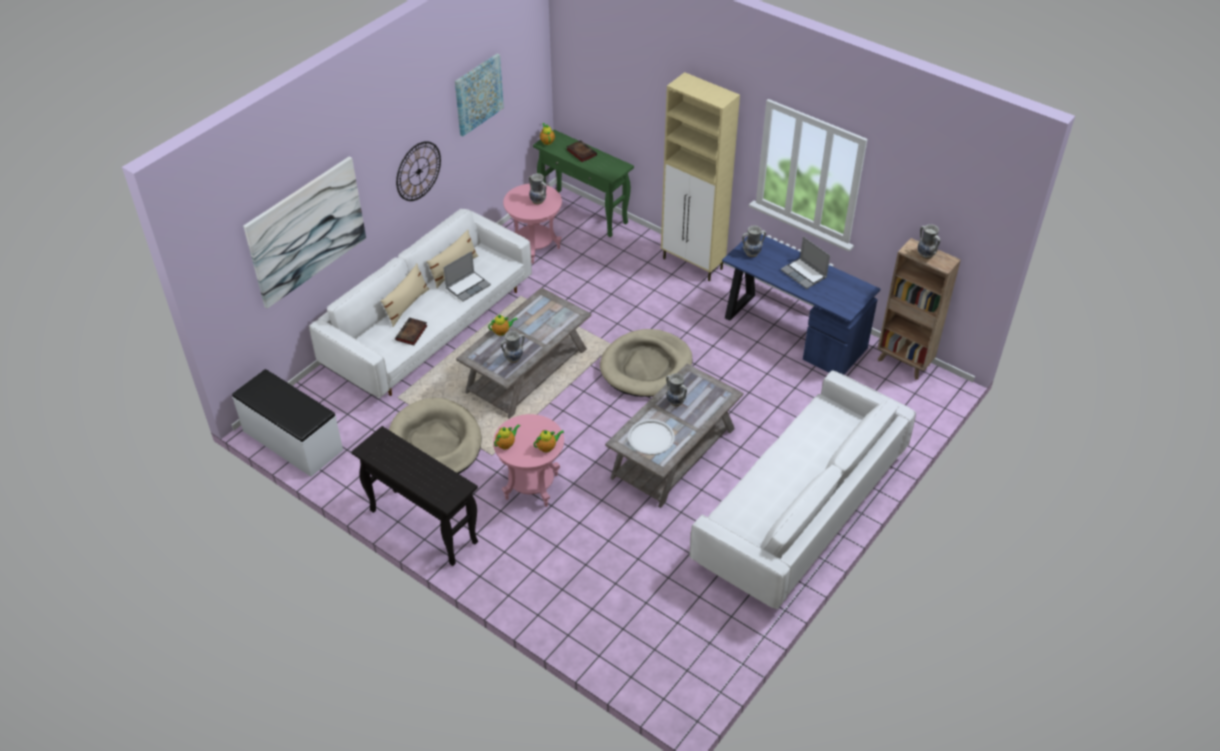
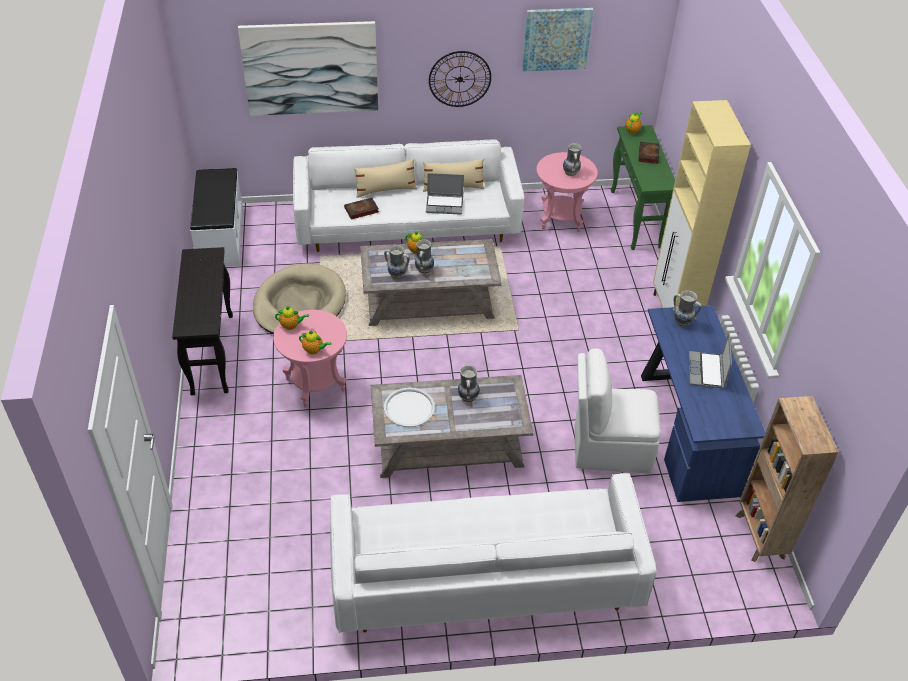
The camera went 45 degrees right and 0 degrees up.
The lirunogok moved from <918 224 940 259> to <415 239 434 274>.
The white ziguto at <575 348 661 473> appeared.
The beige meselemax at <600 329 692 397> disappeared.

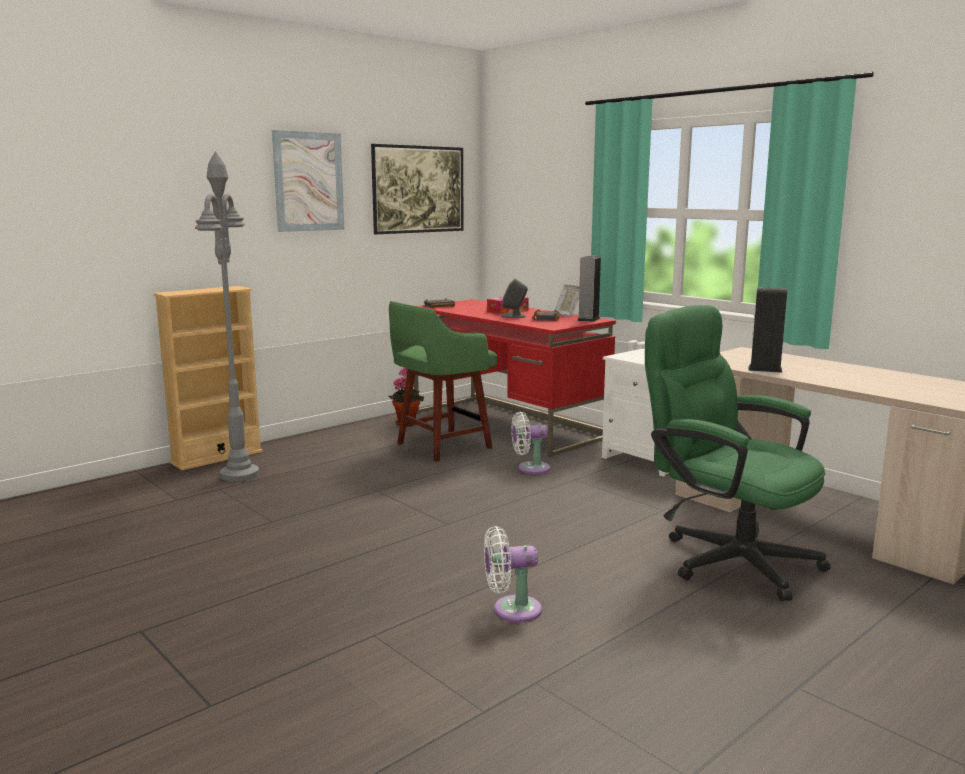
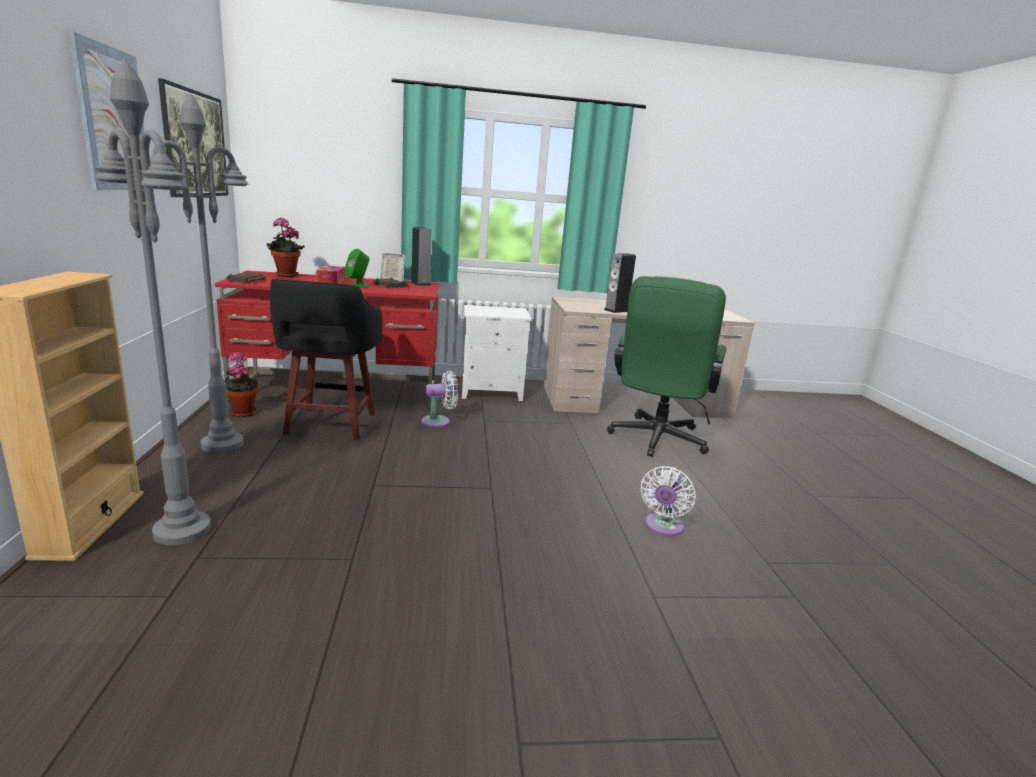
The camera went 55 degrees left and 5 degrees up.
The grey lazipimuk at <150 93 248 453> appeared.
The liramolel at <267 217 305 277> appeared.
The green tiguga at <389 301 497 462> became the black tiguga at <270 279 383 440>.
The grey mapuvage at <501 279 528 318> became the green mapuvage at <344 249 370 288>.
The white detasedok at <511 412 550 474> turned 135 degrees counterclockwise.
The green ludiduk at <645 305 831 601> turned 60 degrees counterclockwise.

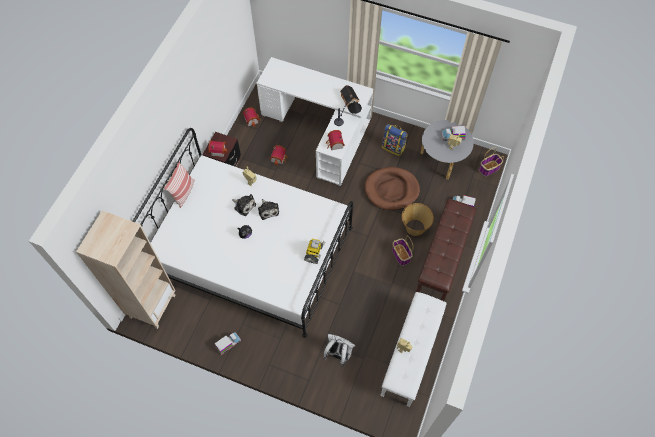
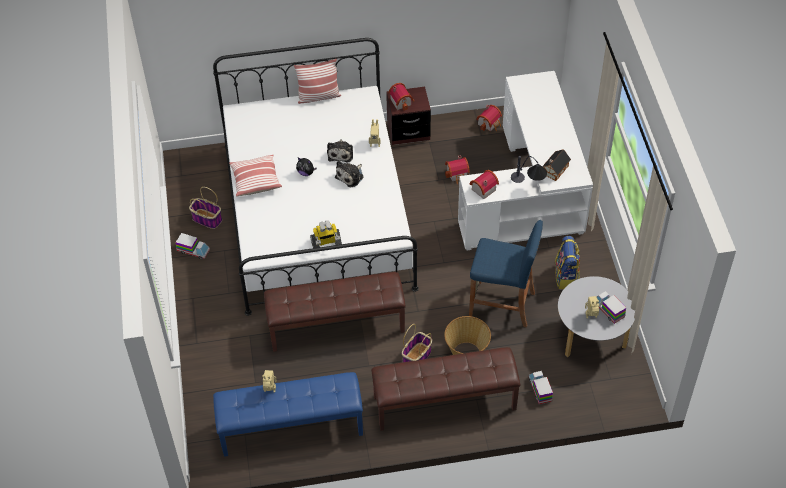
The camera went 60 degrees right and 10 degrees down.
The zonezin moved from <479 147 504 176> to <189 187 222 229>.
The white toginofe at <380 292 447 407> became the blue toginofe at <213 372 363 457>.
The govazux at <229 154 282 196> appeared.
The brown toginofe at <264 272 406 352> appeared.
The brown meselemax at <365 167 420 210> was replaced by the blue tiguga at <469 220 543 327>.
The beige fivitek at <76 210 176 329> disappeared.
The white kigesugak at <323 334 355 367> disappeared.

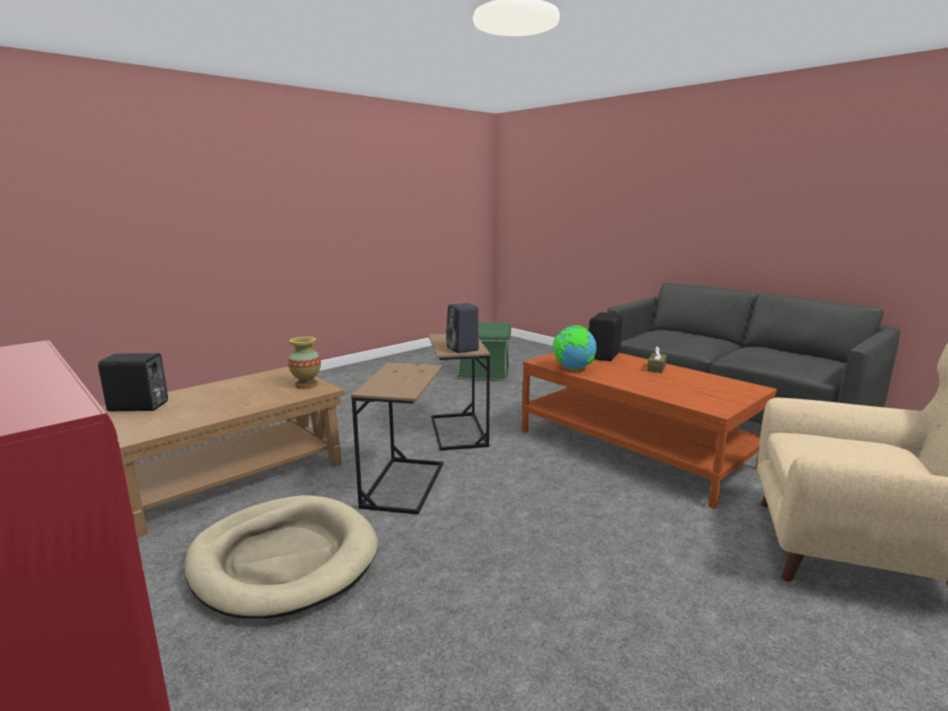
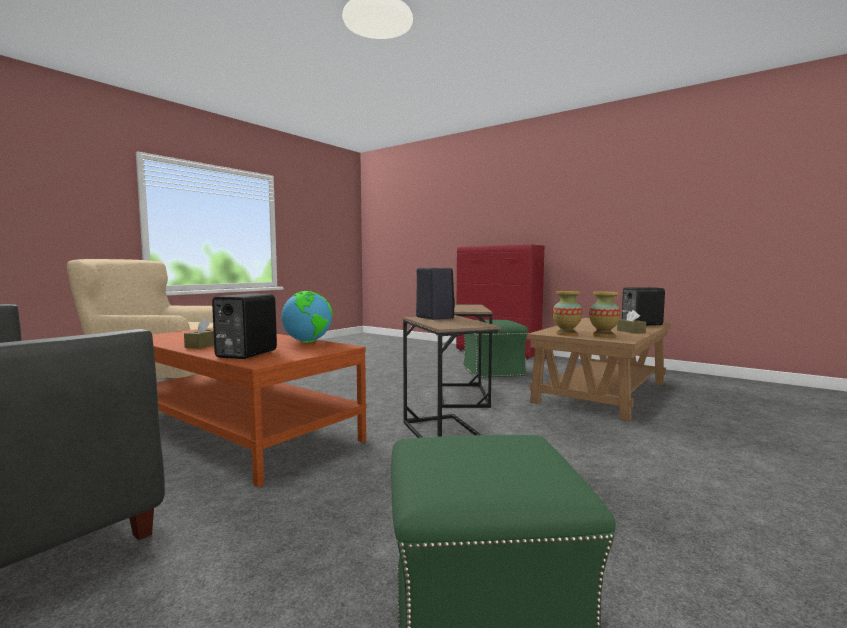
The camera went 170 degrees right and 10 degrees down.
The beige meselemax at <185 495 378 619> was replaced by the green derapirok at <463 320 529 378>.
The lirunogok at <589 292 620 337> appeared.
The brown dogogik at <617 310 646 334> appeared.

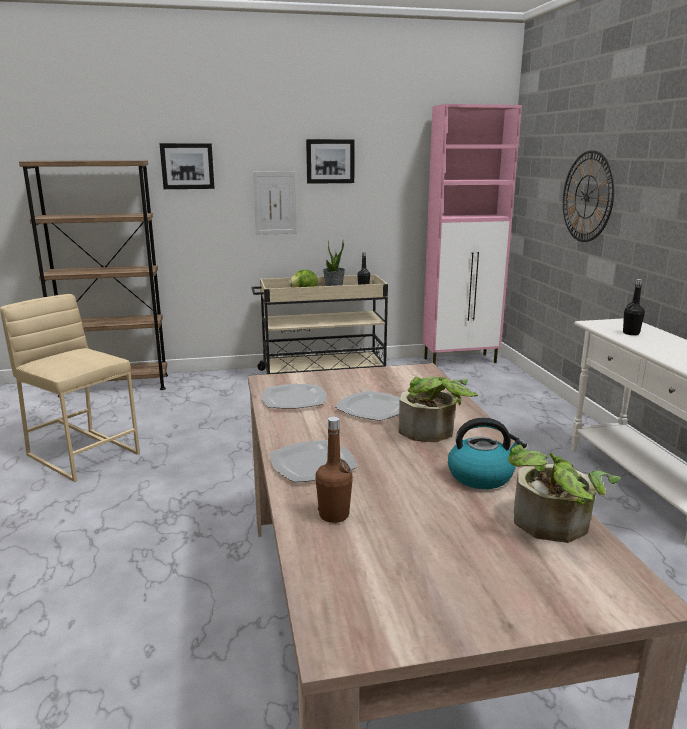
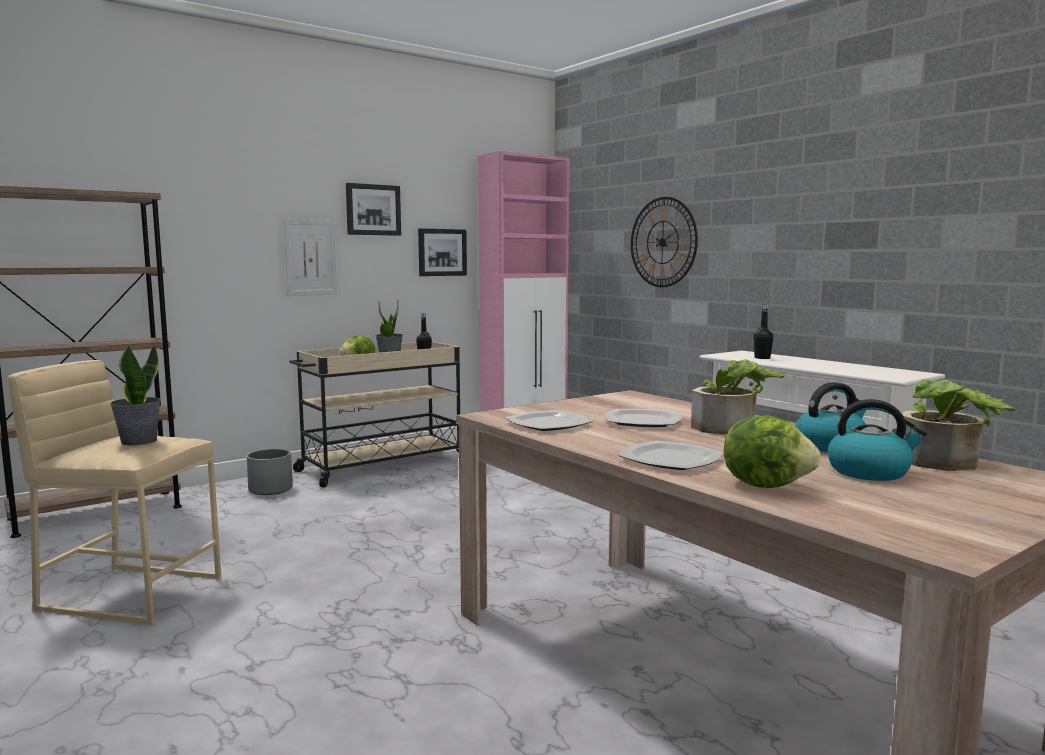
The camera went 25 degrees left and 10 degrees down.
The liramolel at <110 344 161 445> appeared.
The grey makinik at <247 449 293 495> appeared.
The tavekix moved from <160 143 215 189> to <418 228 467 276>.
The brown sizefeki at <315 417 353 523> was replaced by the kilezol at <724 415 821 488>.
The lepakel at <828 399 927 481> appeared.

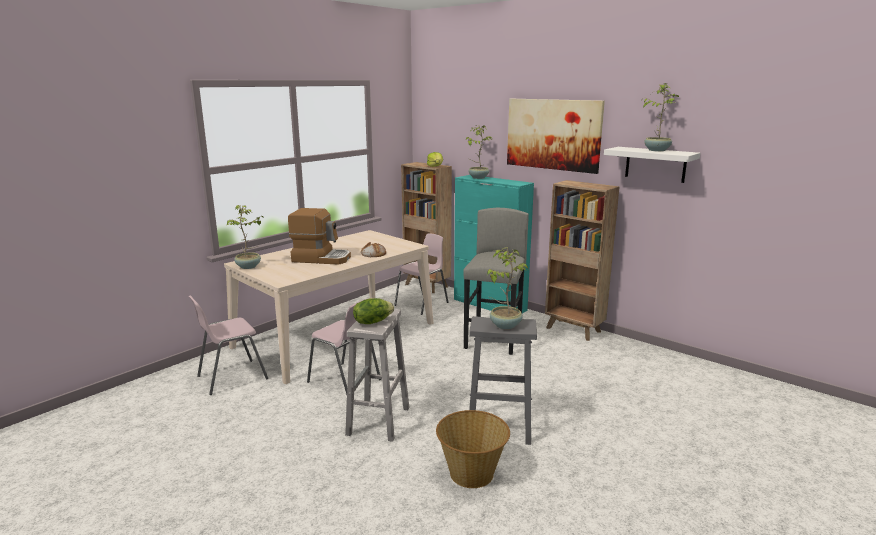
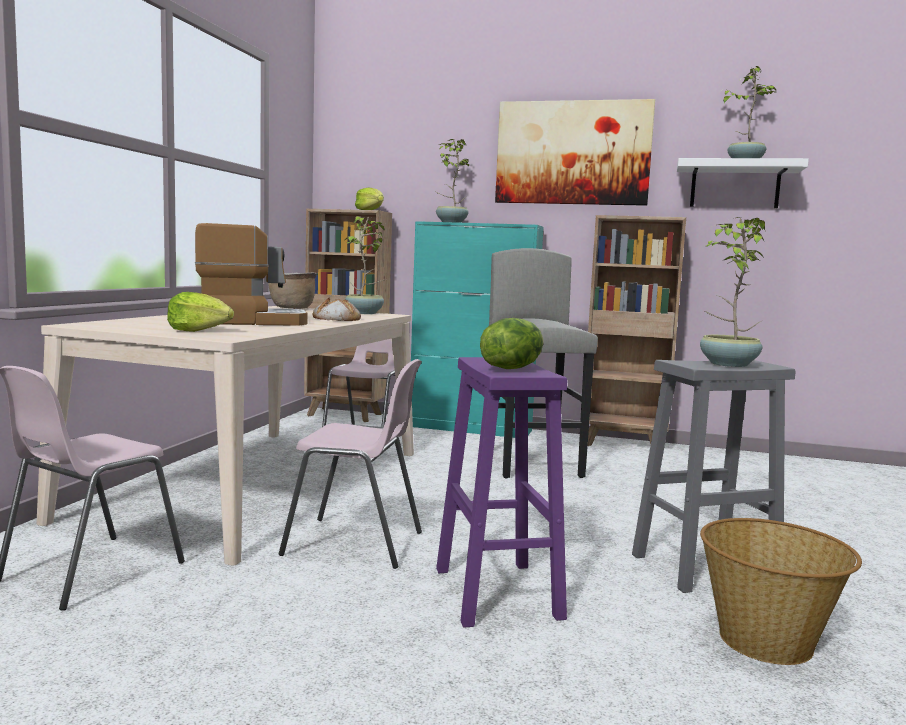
The camera went 25 degrees left and 10 degrees down.
The kilezol at <167 292 234 332> appeared.
The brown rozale at <268 273 317 309> appeared.
The liramolel moved from <227 205 264 269> to <344 216 386 314>.
The white tiguga at <345 309 410 442> became the purple tiguga at <436 357 567 627>.

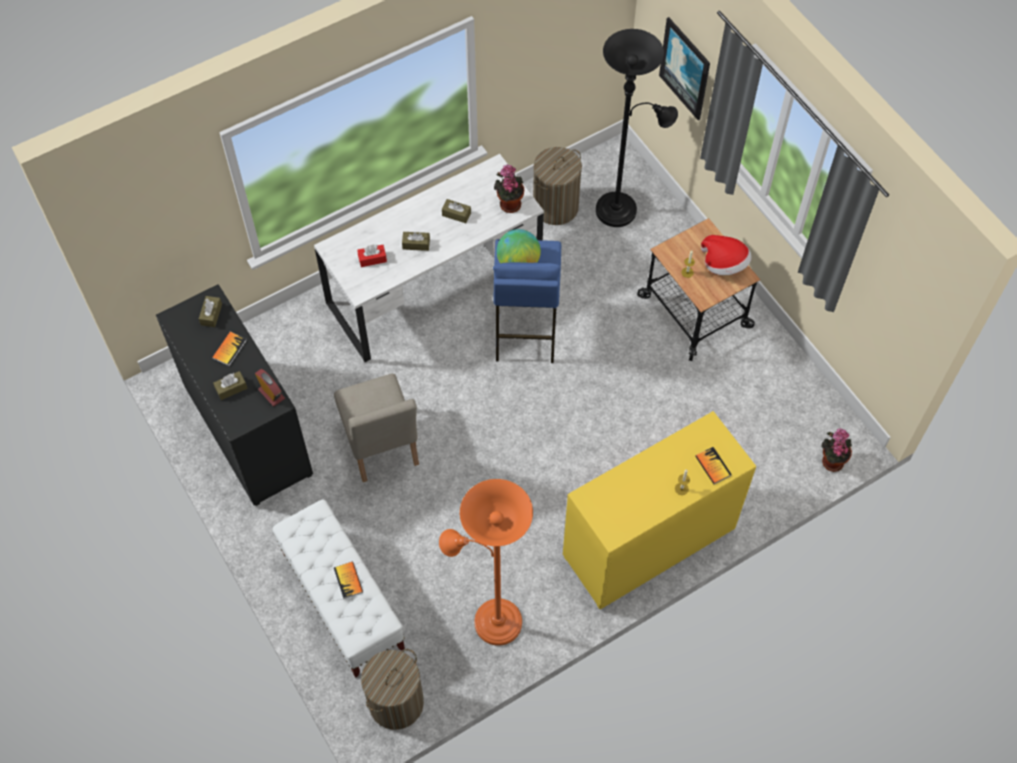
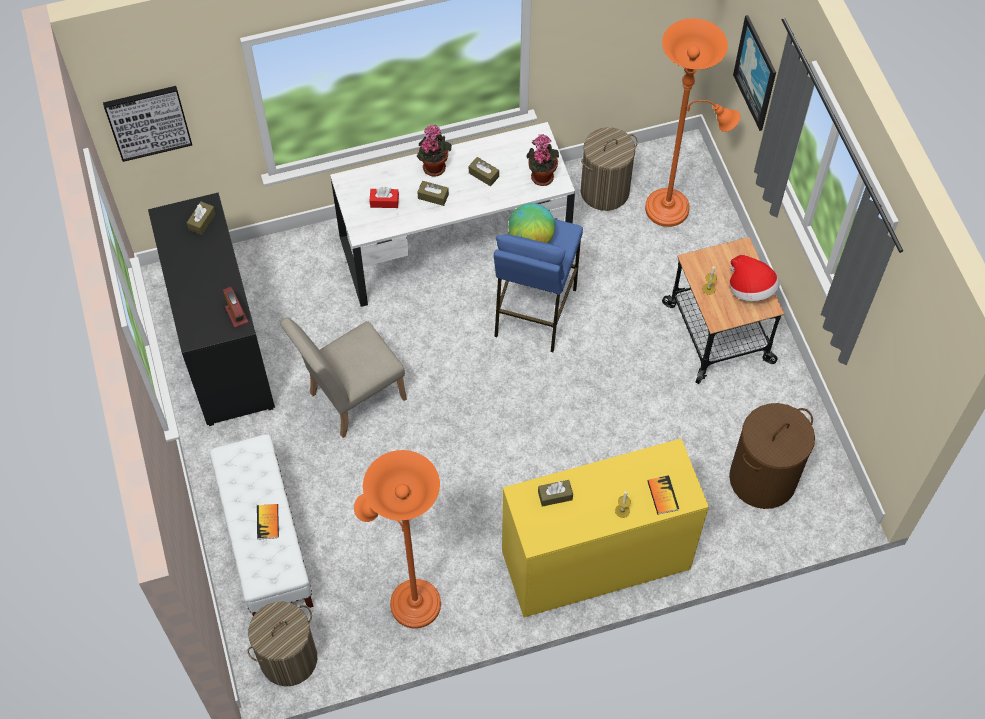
The camera went 15 degrees right and 0 degrees up.
The tavekix at <103 86 192 162> appeared.
The beige ziguto at <334 374 419 482> turned 60 degrees clockwise.
The liramolel moved from <822 428 852 472> to <417 124 452 177>.
The brown dogogik moved from <213 371 247 400> to <538 480 573 507>.
The black lazipimuk at <596 29 678 227> became the orange lazipimuk at <645 18 740 227>.
The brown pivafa at <729 403 815 509> appeared.
The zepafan at <212 332 247 366> disappeared.

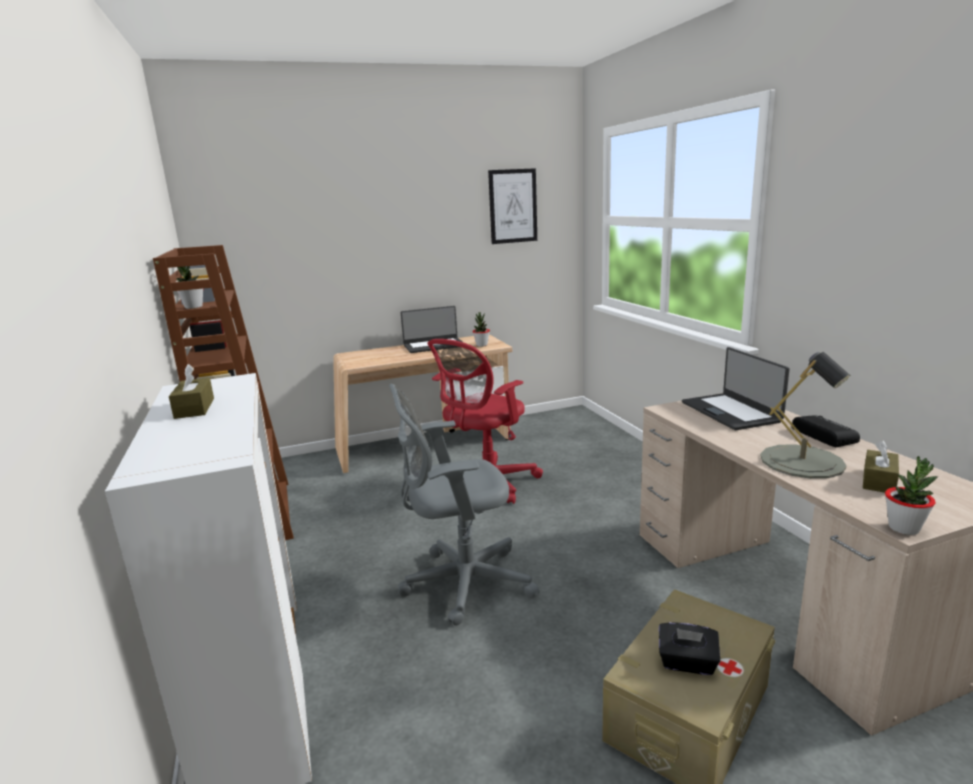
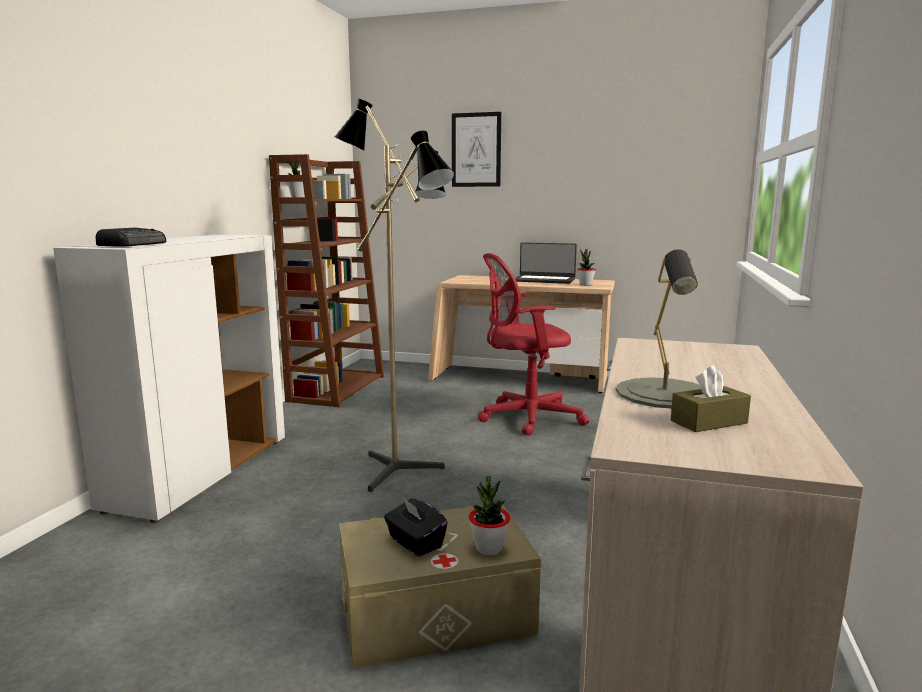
The camera went 35 degrees right and 5 degrees down.
The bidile moved from <791 415 860 447> to <96 228 166 247>.
The grey ludiduk at <389 383 539 626> was replaced by the lazipimuk at <335 98 454 492>.
The tavekix moved from <488 168 537 244> to <452 112 501 187>.
The liramolel moved from <885 456 938 535> to <469 476 510 556>.
The brown dogogik at <169 364 214 419> disappeared.
The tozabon at <682 347 790 430> disappeared.

